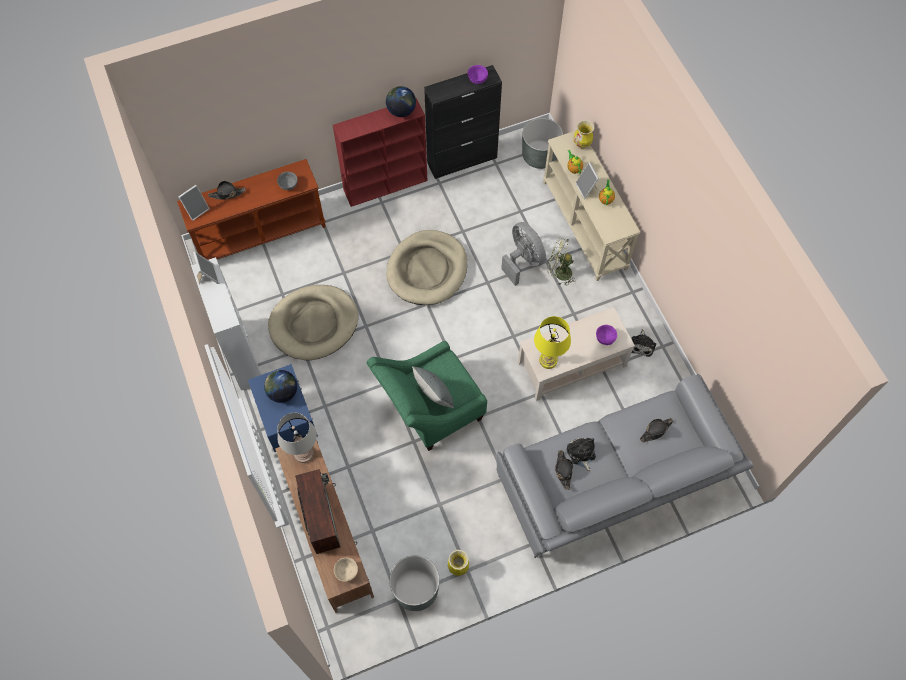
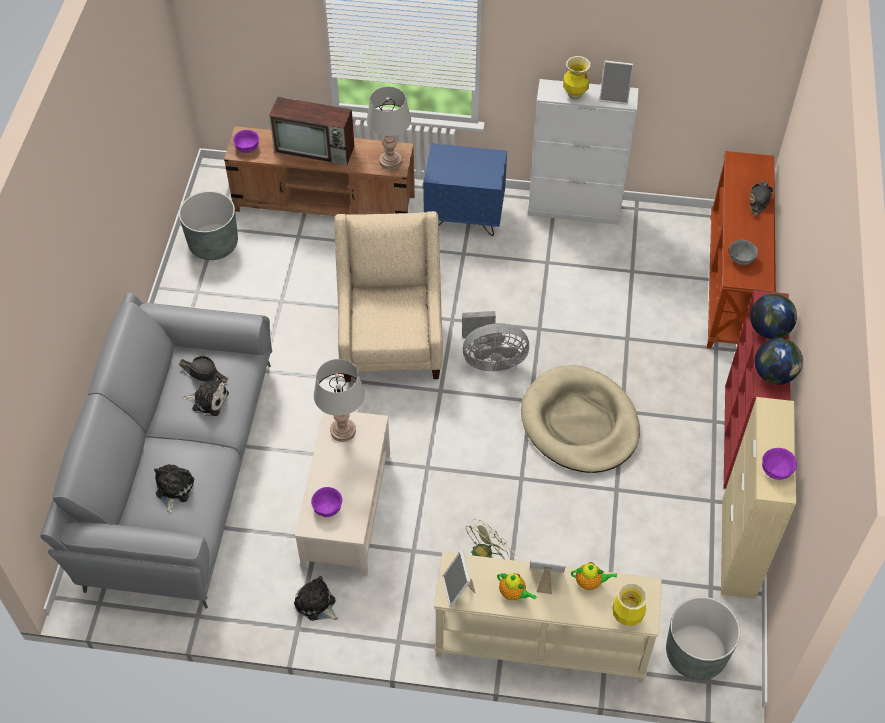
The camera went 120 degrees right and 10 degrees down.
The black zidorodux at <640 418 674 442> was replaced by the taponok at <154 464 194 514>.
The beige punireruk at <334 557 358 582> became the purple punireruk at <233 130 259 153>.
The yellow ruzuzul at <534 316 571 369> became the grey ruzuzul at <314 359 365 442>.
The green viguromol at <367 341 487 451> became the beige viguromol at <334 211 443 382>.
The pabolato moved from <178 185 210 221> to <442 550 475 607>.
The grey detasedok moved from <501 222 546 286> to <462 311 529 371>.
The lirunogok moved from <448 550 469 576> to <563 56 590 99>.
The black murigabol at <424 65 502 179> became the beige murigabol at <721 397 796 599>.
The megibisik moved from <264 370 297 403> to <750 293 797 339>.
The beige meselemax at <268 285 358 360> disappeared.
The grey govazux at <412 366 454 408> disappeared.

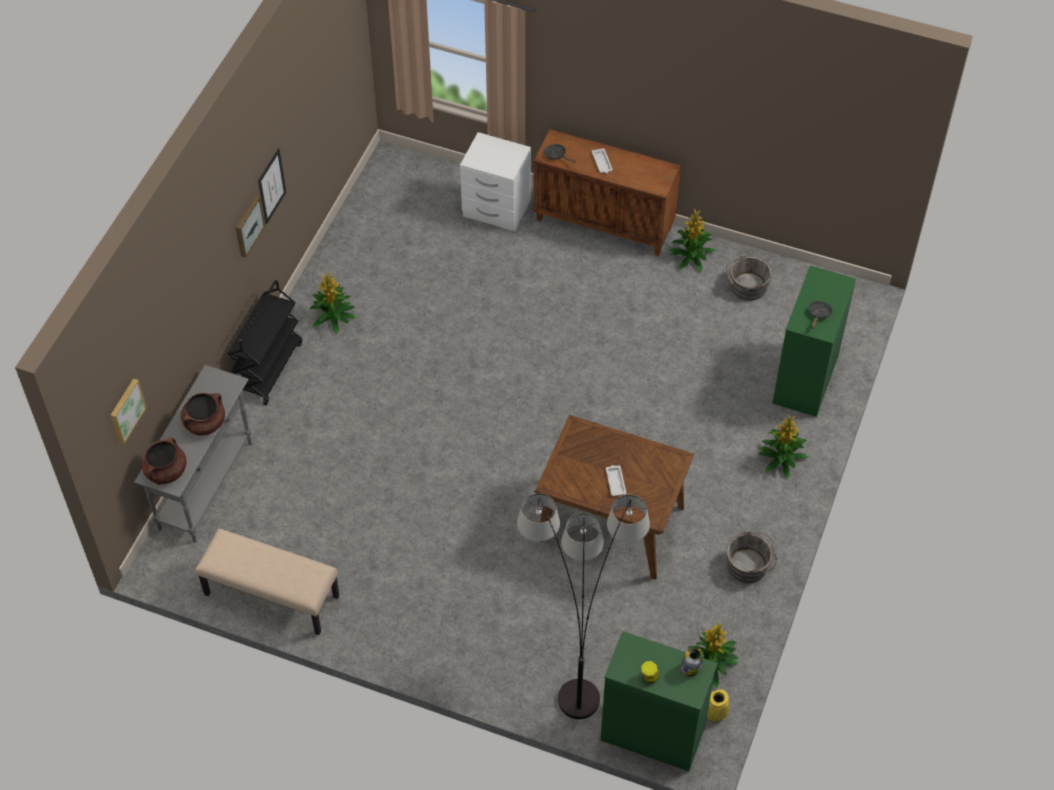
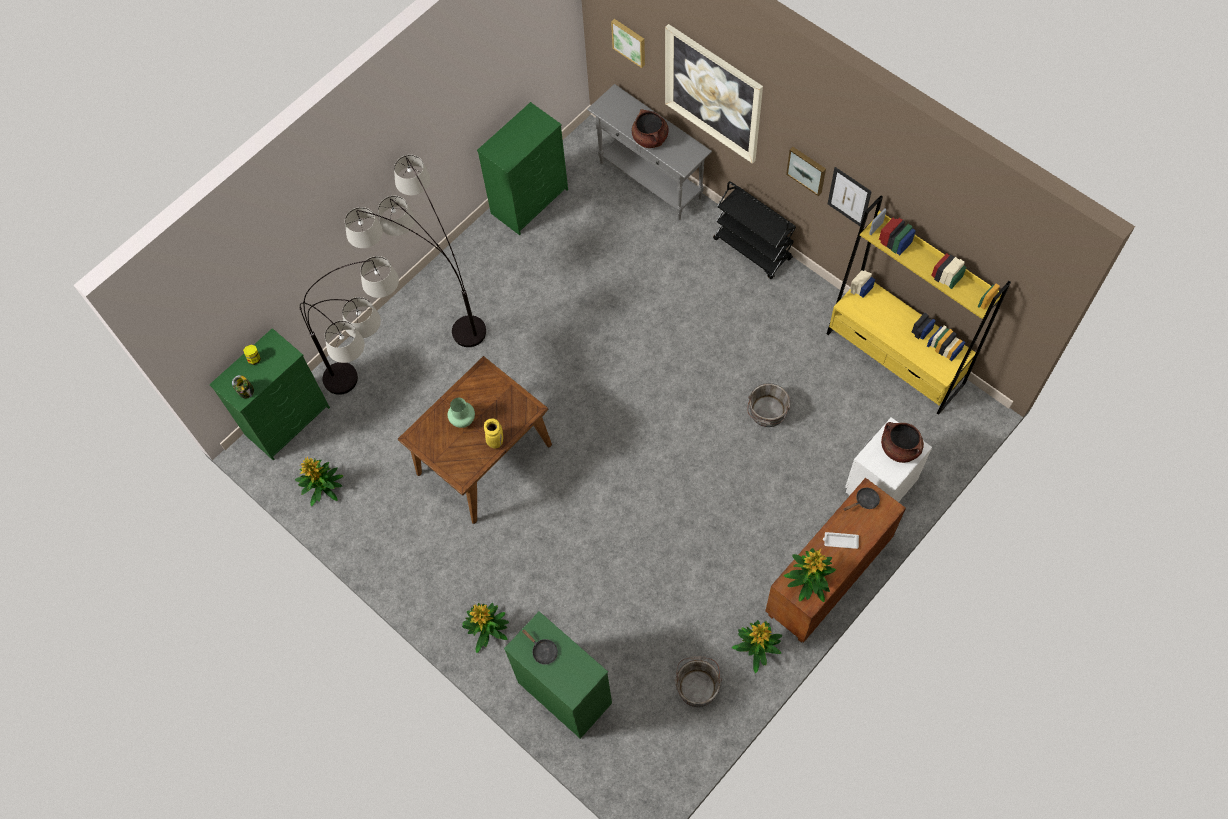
The camera went 115 degrees right and 10 degrees up.
The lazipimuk at <345 155 486 347> appeared.
The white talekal at <606 465 626 496> was replaced by the green lirunogok at <448 398 475 428>.
The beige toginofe at <195 529 339 635> was replaced by the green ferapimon at <477 102 568 235>.
The yellow lirunogok moved from <707 689 729 721> to <484 418 503 449>.
The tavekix at <665 24 763 164> appeared.
The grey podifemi moved from <727 531 778 583> to <747 383 790 427>.
The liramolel moved from <309 271 356 334> to <784 548 836 602>.
The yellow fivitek at <827 195 1011 415> appeared.
The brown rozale moved from <142 437 187 485> to <881 422 924 463>.

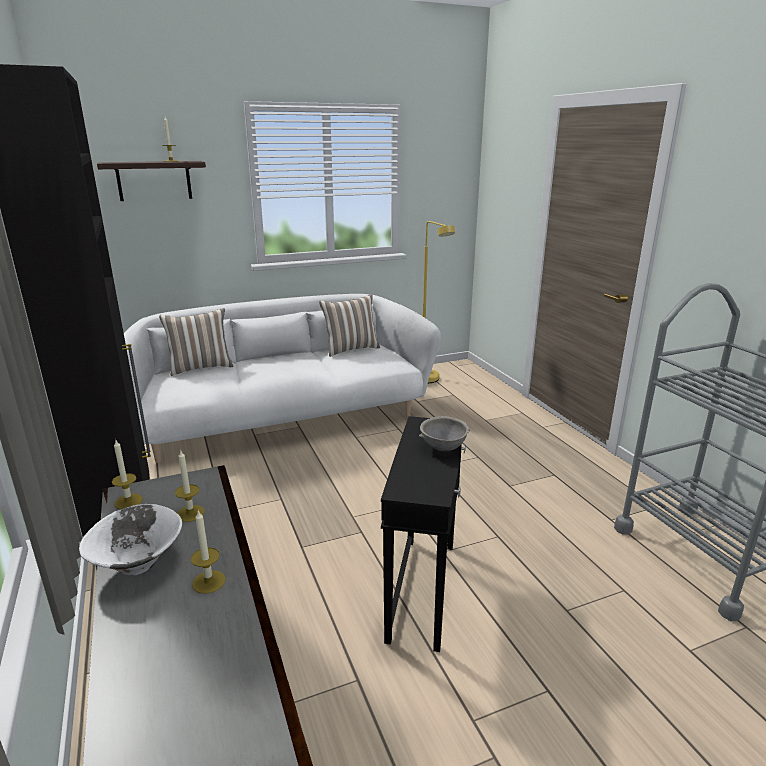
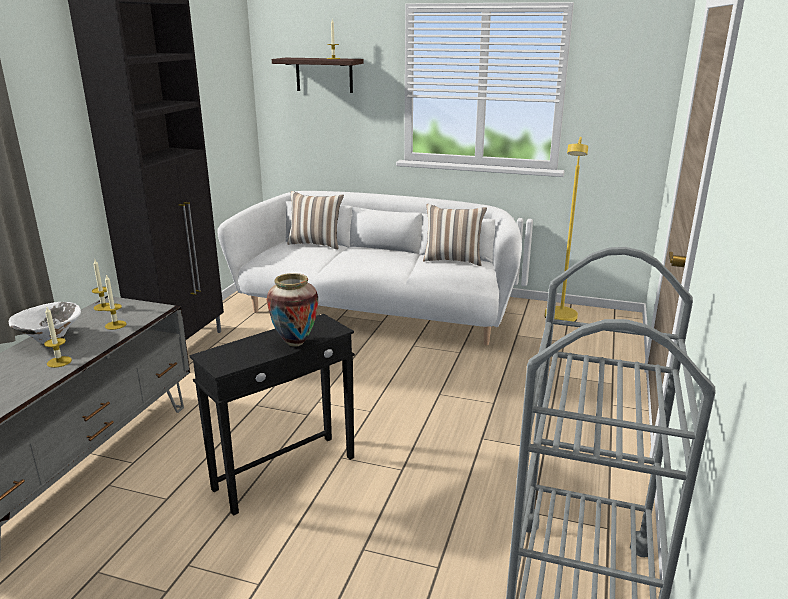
The camera went 40 degrees right and 0 degrees up.
The grey punireruk at <419 416 470 451> was replaced by the lirunogok at <267 273 318 347>.

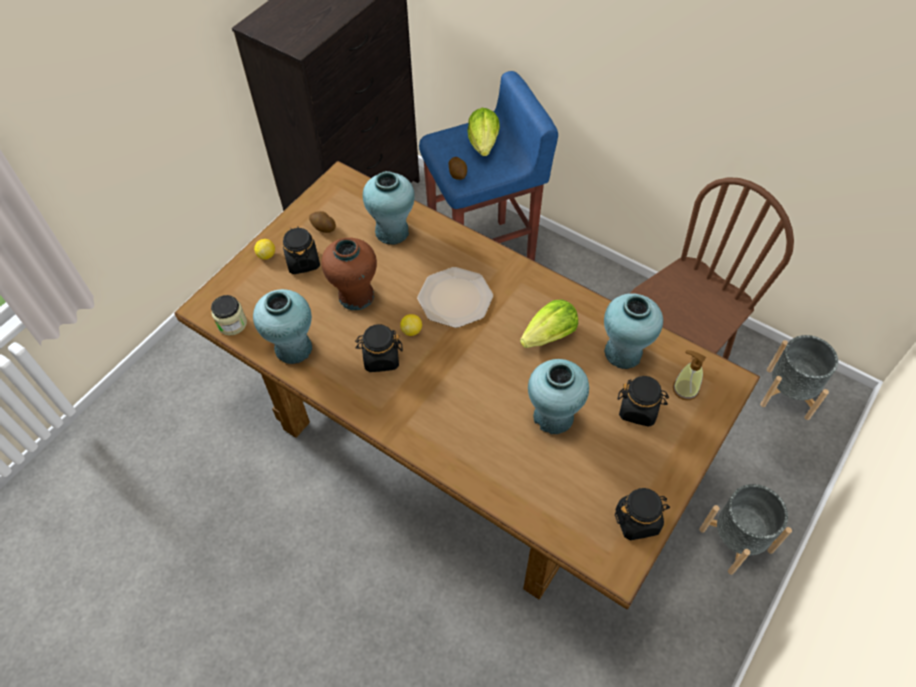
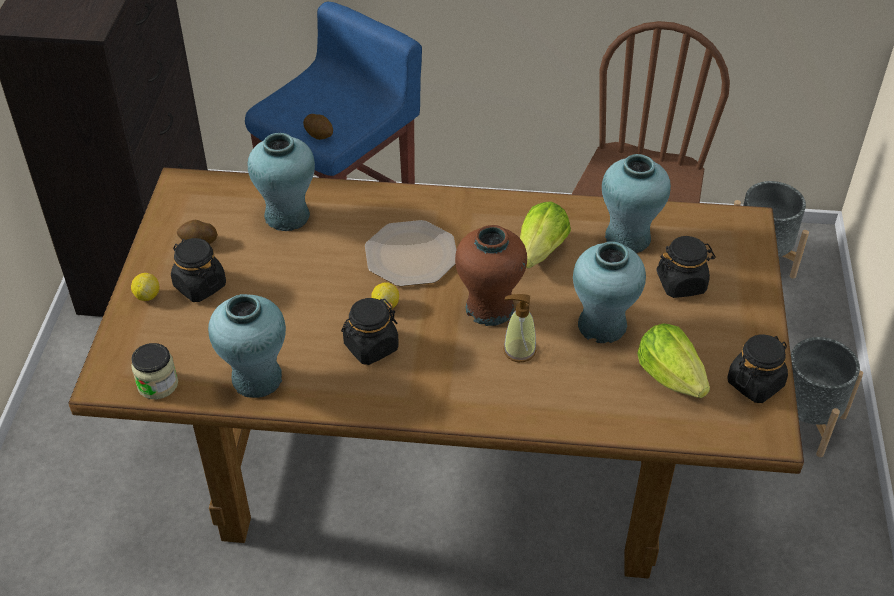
The camera went 30 degrees left and 10 degrees down.
The brown lirunogok moved from <321 238 377 310> to <455 225 527 326>.
The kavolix moved from <673 350 706 400> to <503 294 537 362>.
The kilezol moved from <468 108 500 156> to <637 323 710 398>.

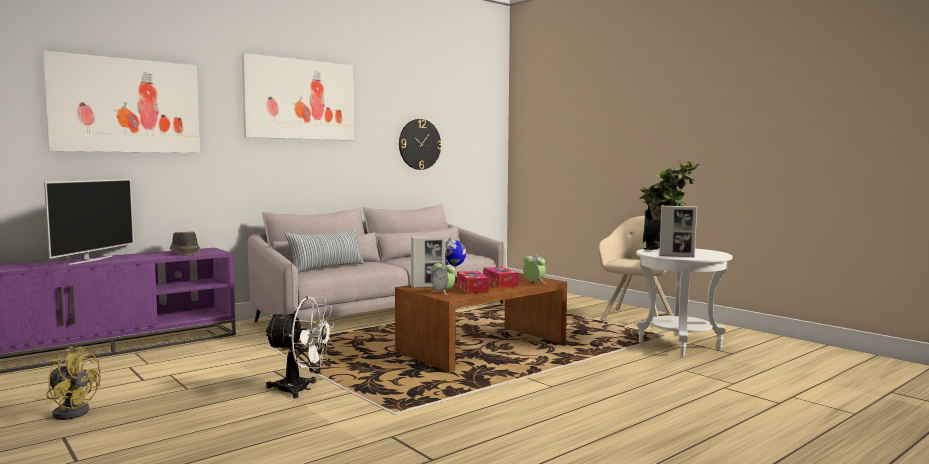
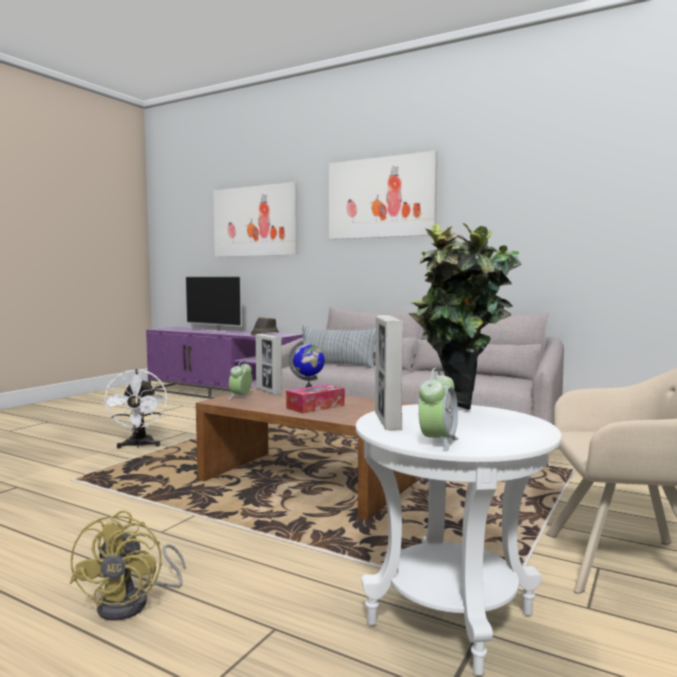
The camera went 70 degrees right and 0 degrees up.
The yellow detasedok moved from <47 347 101 420> to <69 510 185 621>.
The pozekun at <44 179 134 265> turned 45 degrees clockwise.
The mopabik moved from <523 253 546 284> to <418 368 458 451>.
The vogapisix at <399 119 442 170> disappeared.
The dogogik at <457 271 489 293> disappeared.

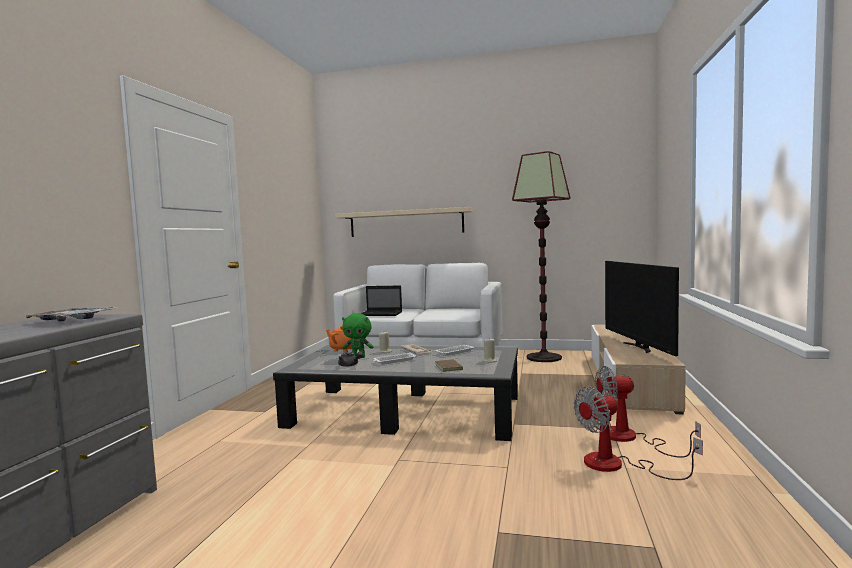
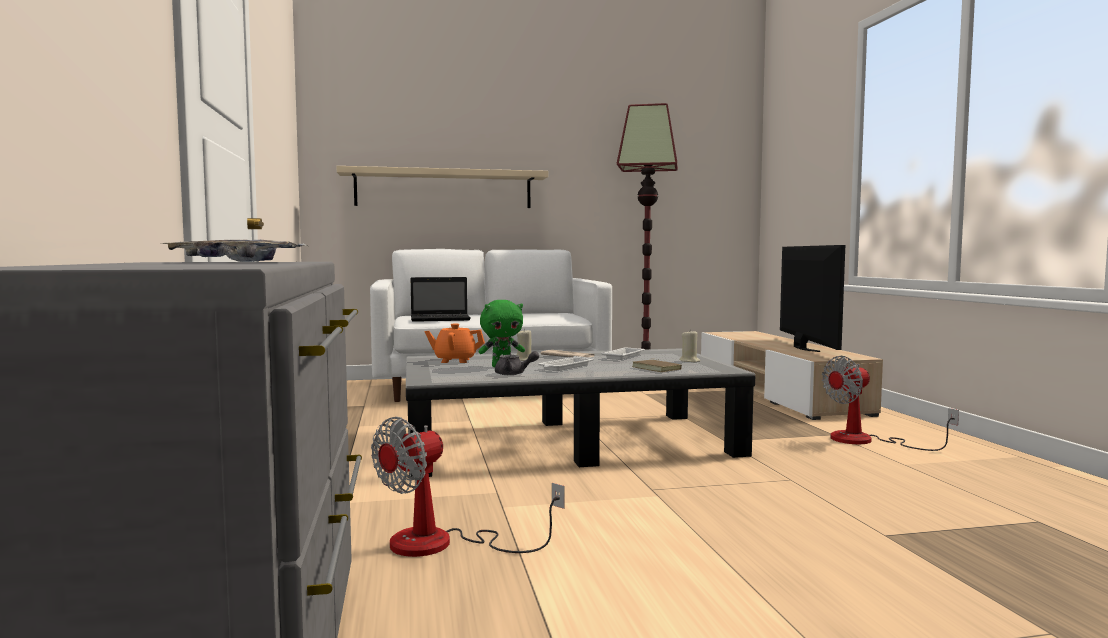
The camera went 25 degrees left and 0 degrees up.
The detasedok moved from <573 387 703 480> to <371 417 564 557>.
The pozekun at <605 261 679 356> turned 150 degrees counterclockwise.

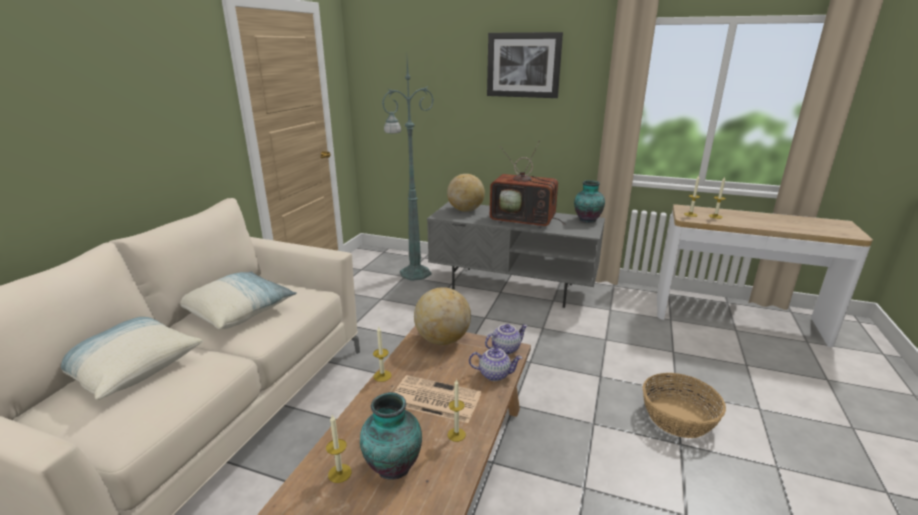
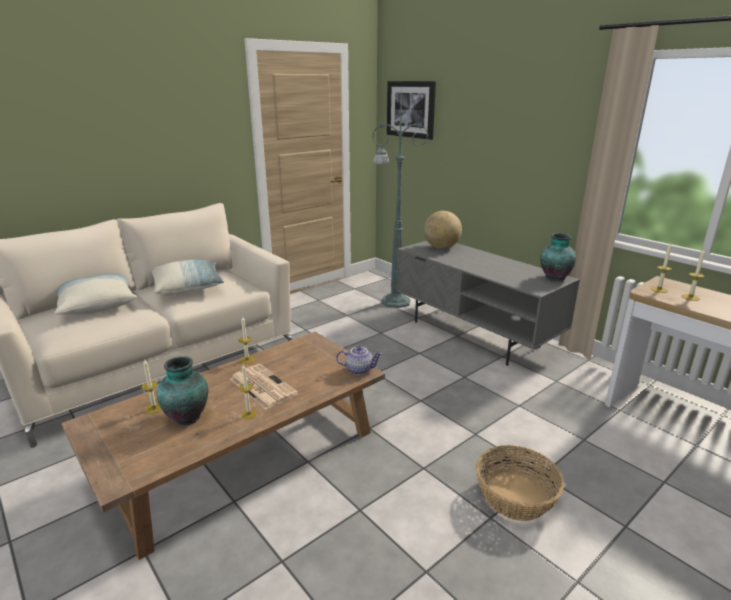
The camera went 30 degrees right and 0 degrees up.
The tavekix moved from <487 32 563 98> to <387 81 436 140>.
The megibisik at <414 287 471 345> disappeared.
The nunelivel at <469 348 522 381> disappeared.
The pozekun at <490 141 565 228> disappeared.

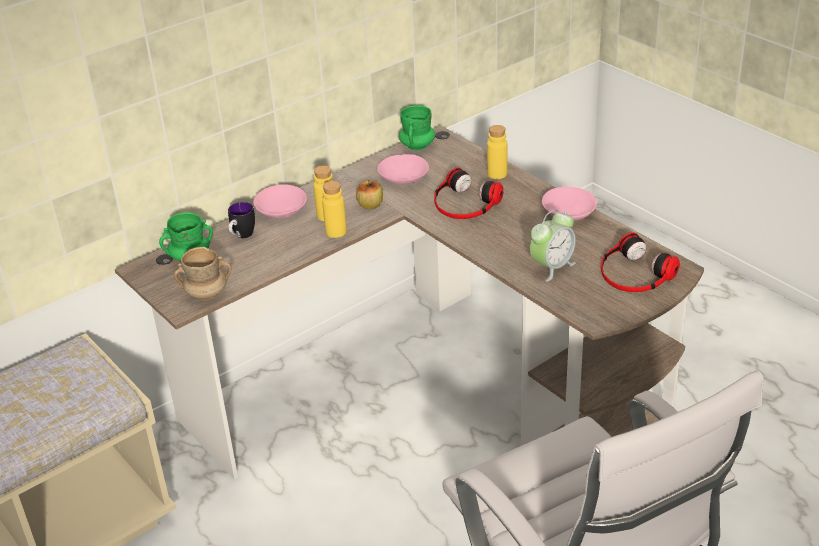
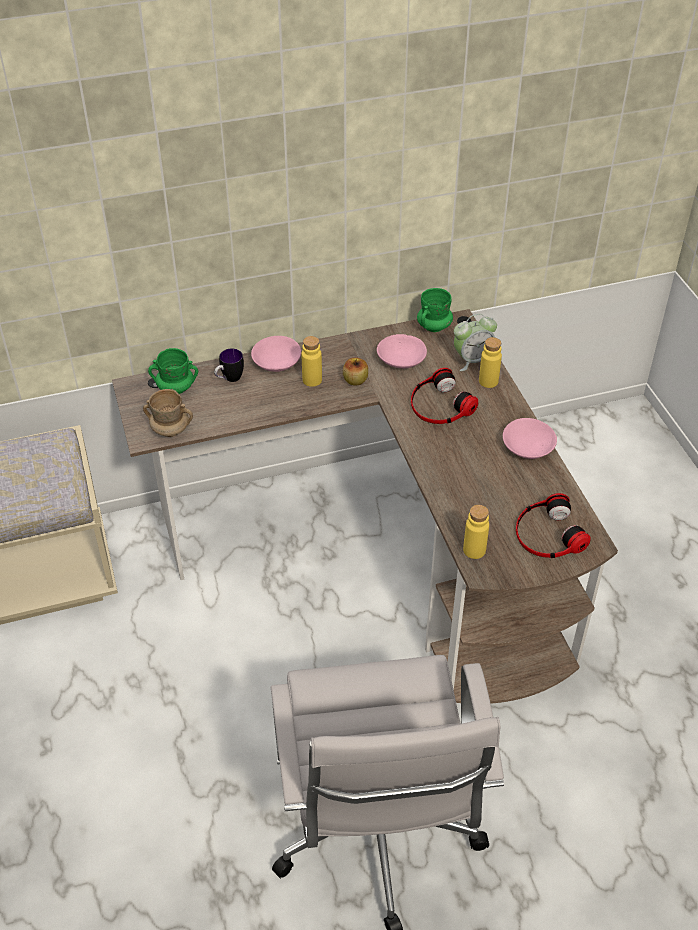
The camera went 20 degrees right and 10 degrees up.
The mopabik moved from <530 210 576 282> to <454 314 497 371>.
The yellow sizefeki moved from <322 181 347 238> to <463 505 489 559>.

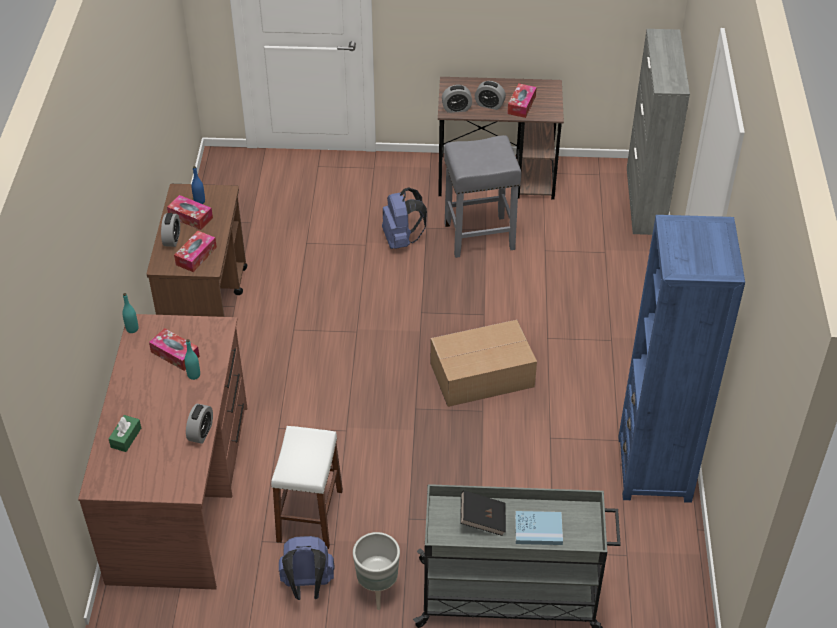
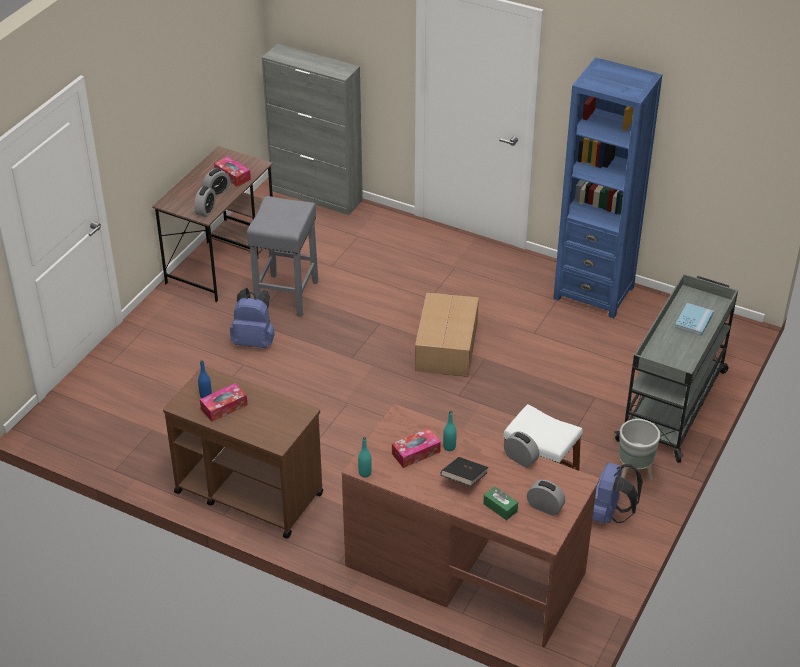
The camera went 65 degrees left and 5 degrees down.
The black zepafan moved from <460 490 506 536> to <440 457 488 486>.
The mopabik moved from <161 213 180 247> to <527 480 565 516>.
The dogogik at <174 231 217 272> disappeared.

